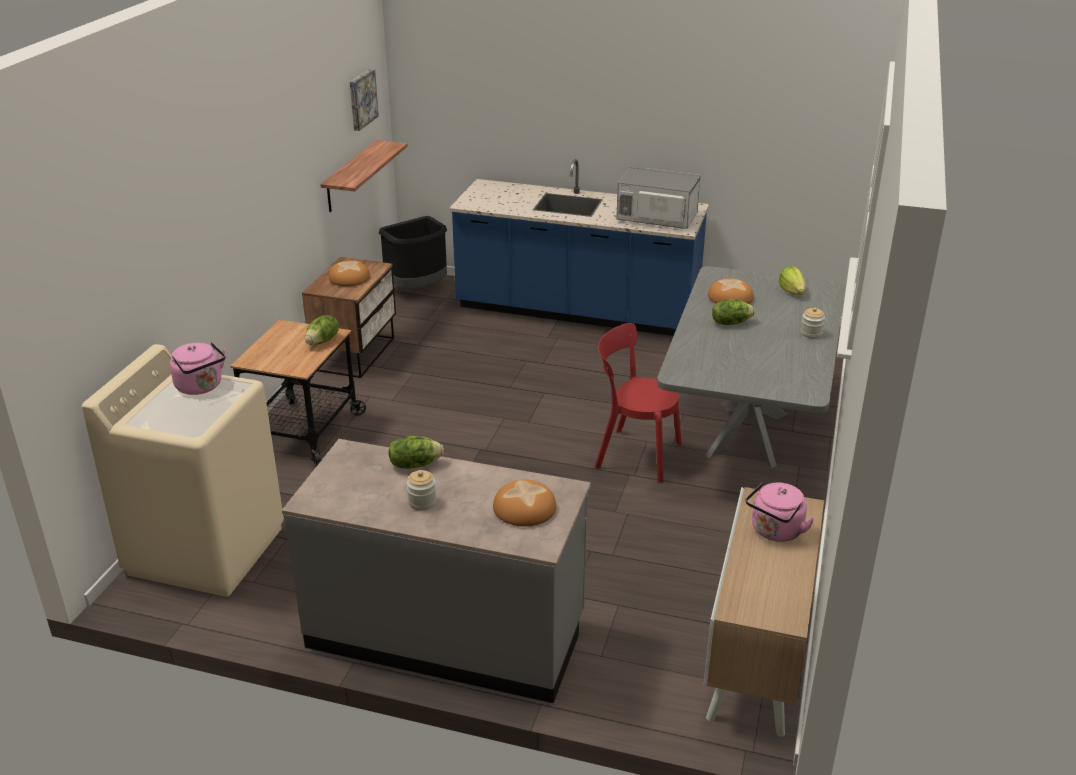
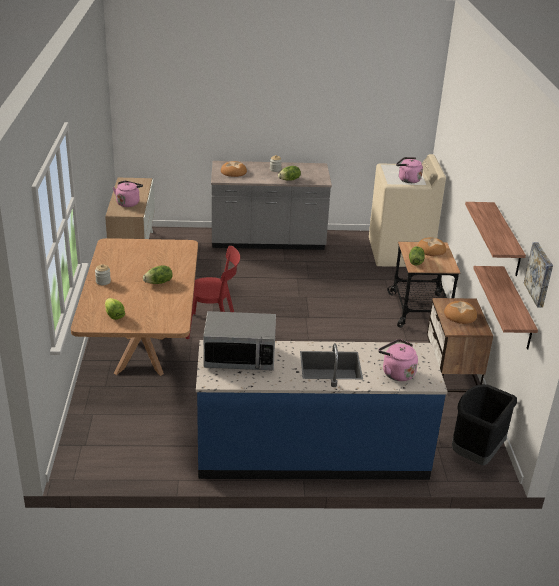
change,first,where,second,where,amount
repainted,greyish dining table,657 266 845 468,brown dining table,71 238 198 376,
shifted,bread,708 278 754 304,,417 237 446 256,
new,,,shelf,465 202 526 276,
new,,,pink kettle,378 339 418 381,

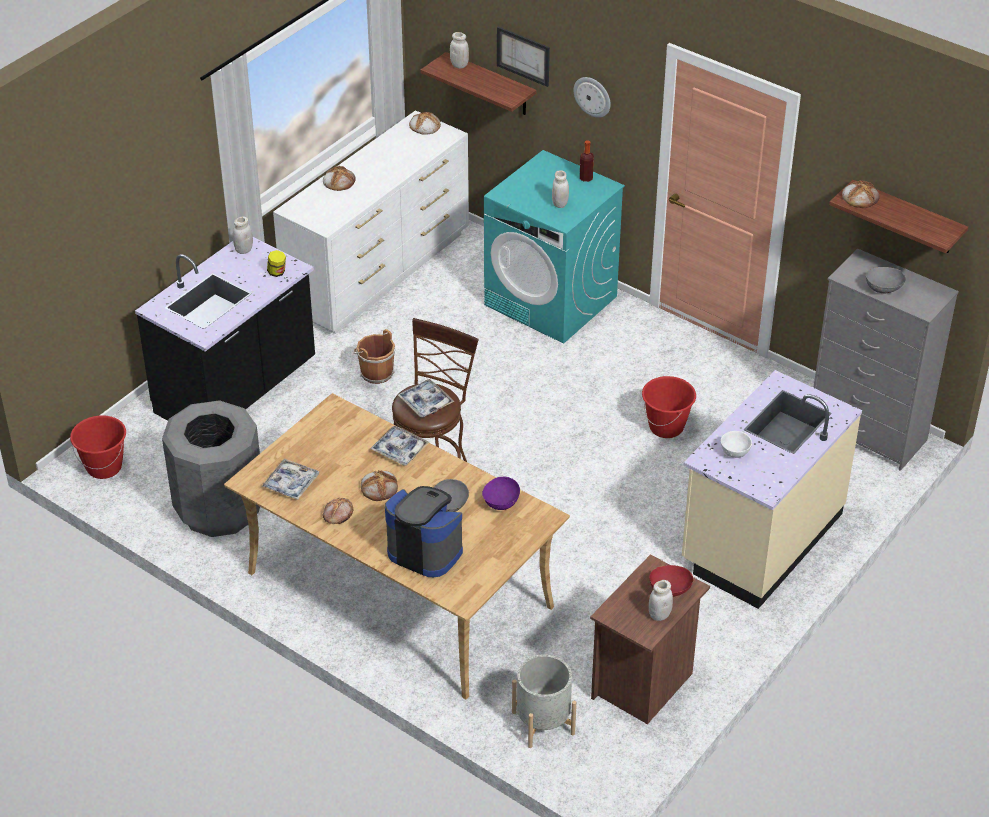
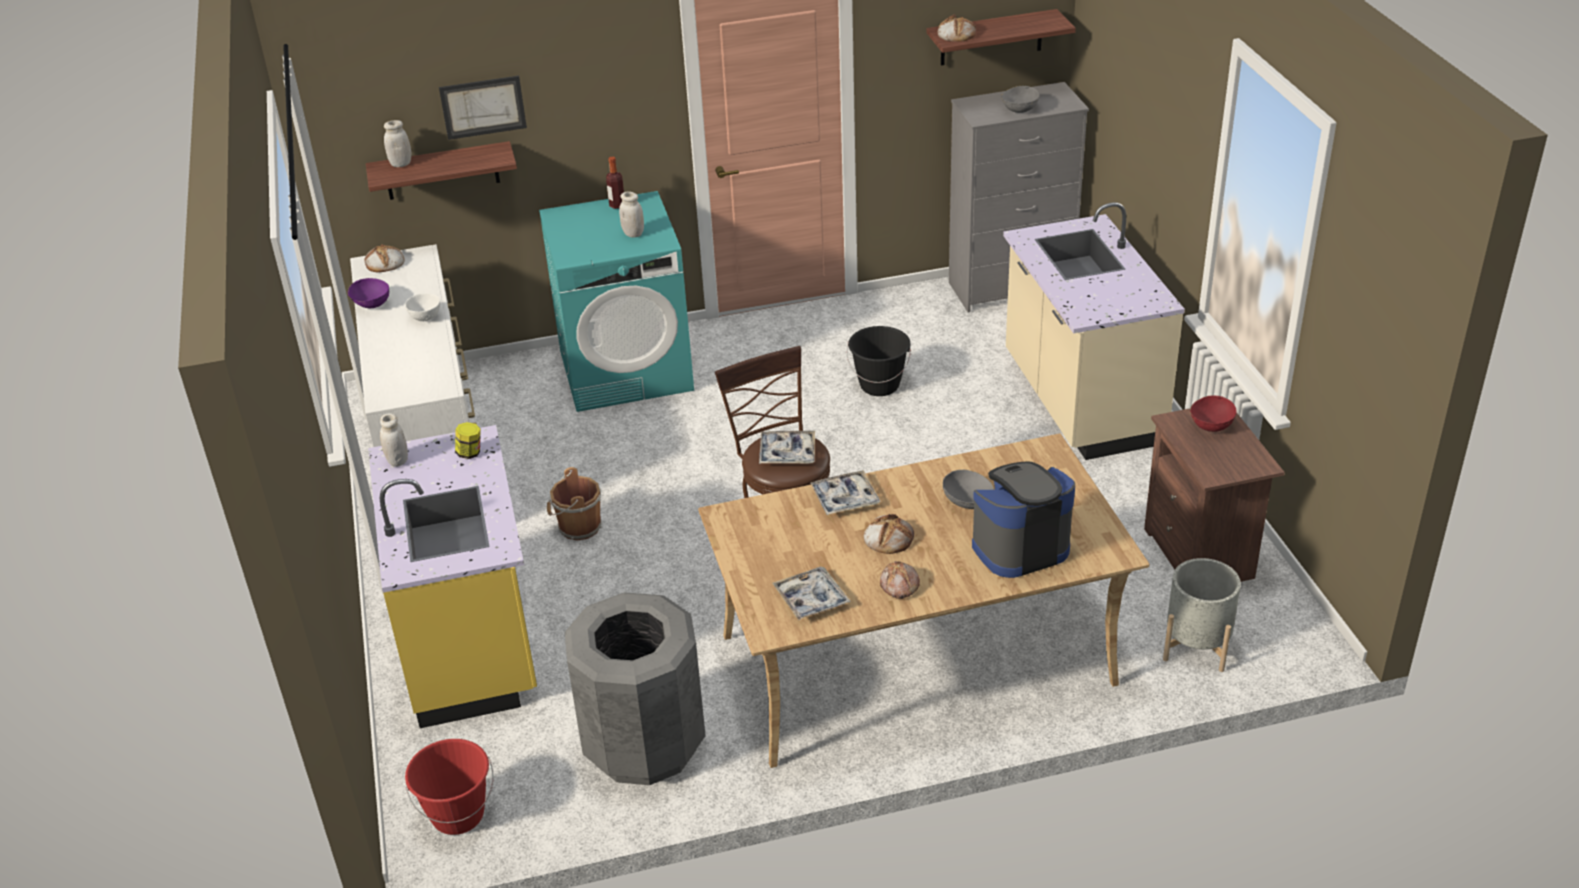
change,first,where,second,where,amount
gone,clock on the wall,574 77 610 118,,,
gone,bread,323 166 356 191,,,
repainted,black kitchen base unit,135 237 315 421,yellow kitchen base unit,368 425 537 728,
repainted,reddish water bucket,642 376 696 438,black water bucket,847 326 911 396,
shifted,white-coloured serving bowl,721 431 752 458,,405 293 440 321,
shifted,purple serving bowl,482 477 520 510,,348 278 389 308,
gone,white-coloured storage jar,649 580 673 621,,,

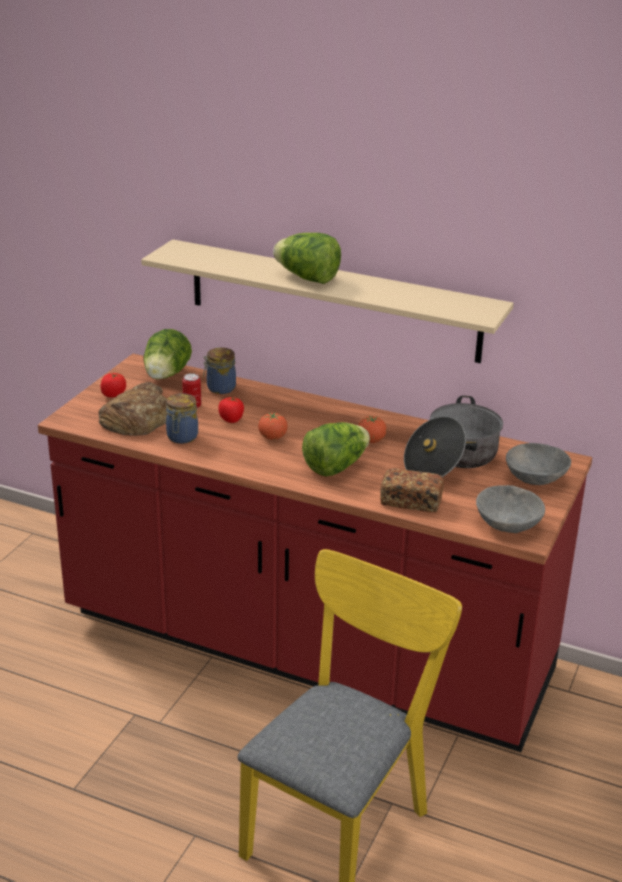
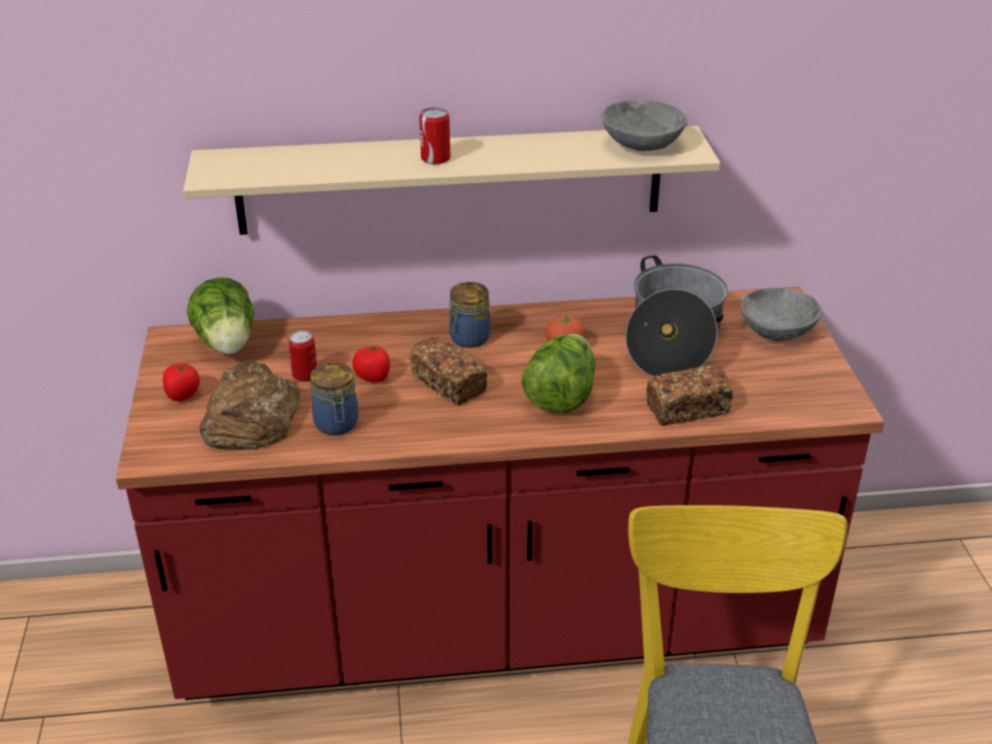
change,first,where,second,where,amount
swapped,lettuce head,273 233 341 284,metal can,419 107 450 164,
shifted,storage jar,203 347 236 394,,449 282 491 348,
swapped,fresh tomato,258 413 288 440,bread,409 337 487 405,
shifted,greyish serving bowl,476 485 545 533,,602 100 687 151,

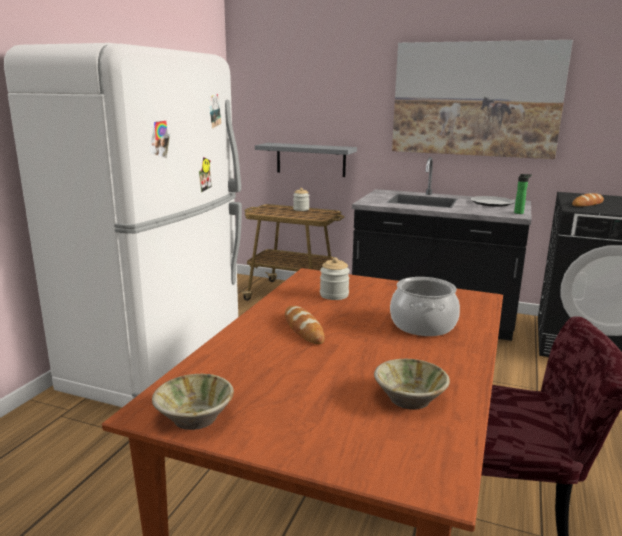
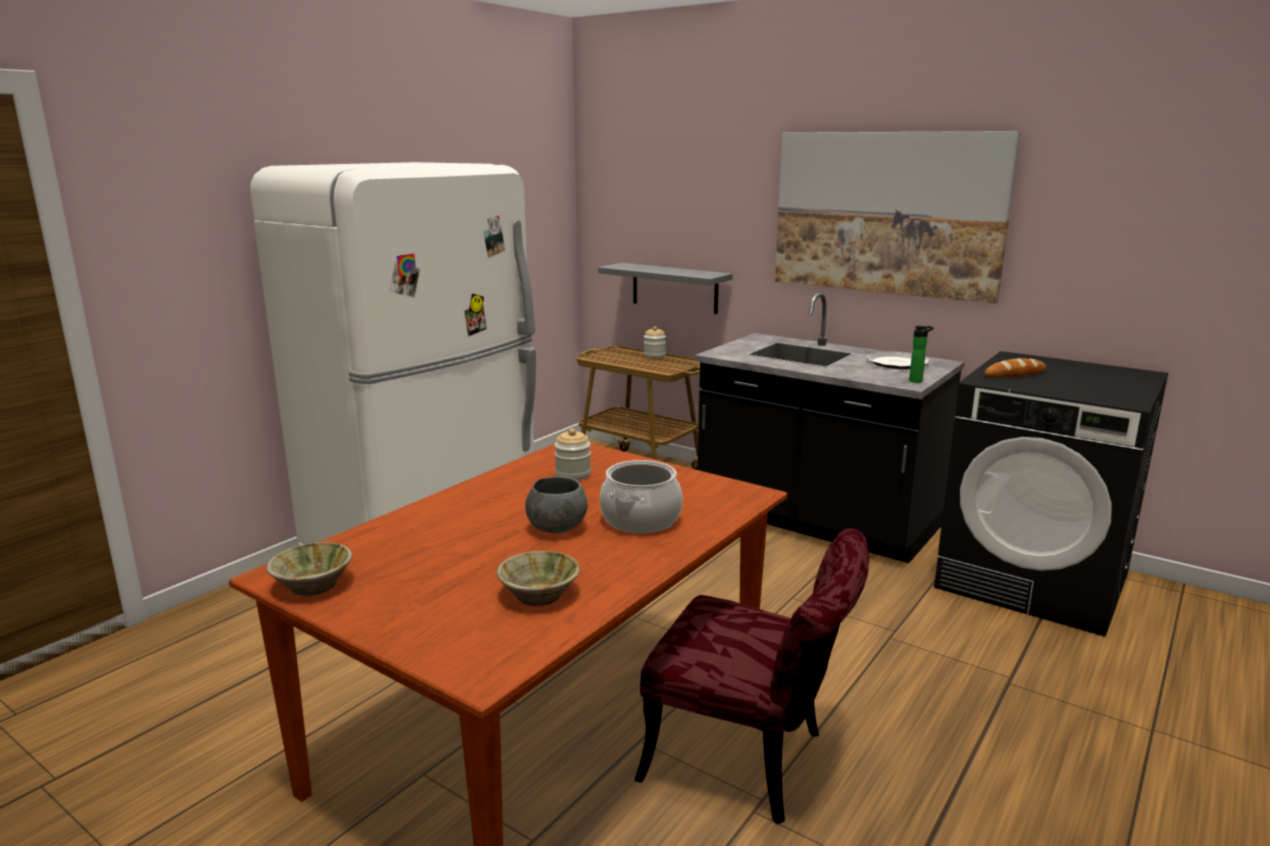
change,first,where,second,where,amount
gone,bread,285 306 325 344,,,
new,,,greyish serving bowl,525 476 588 533,

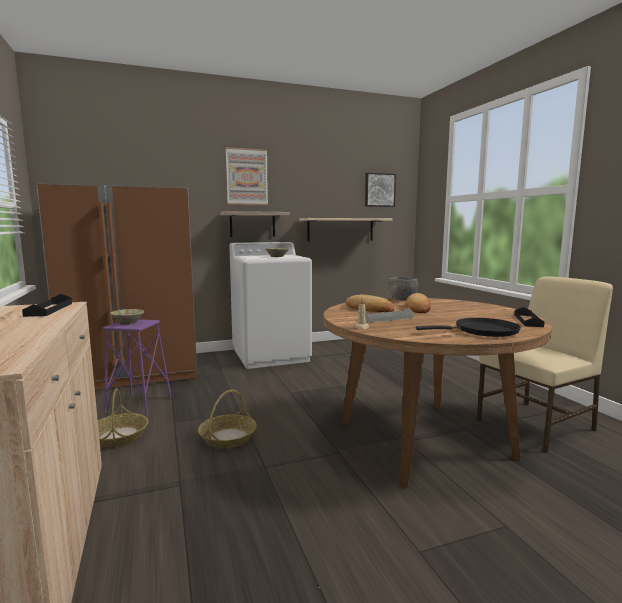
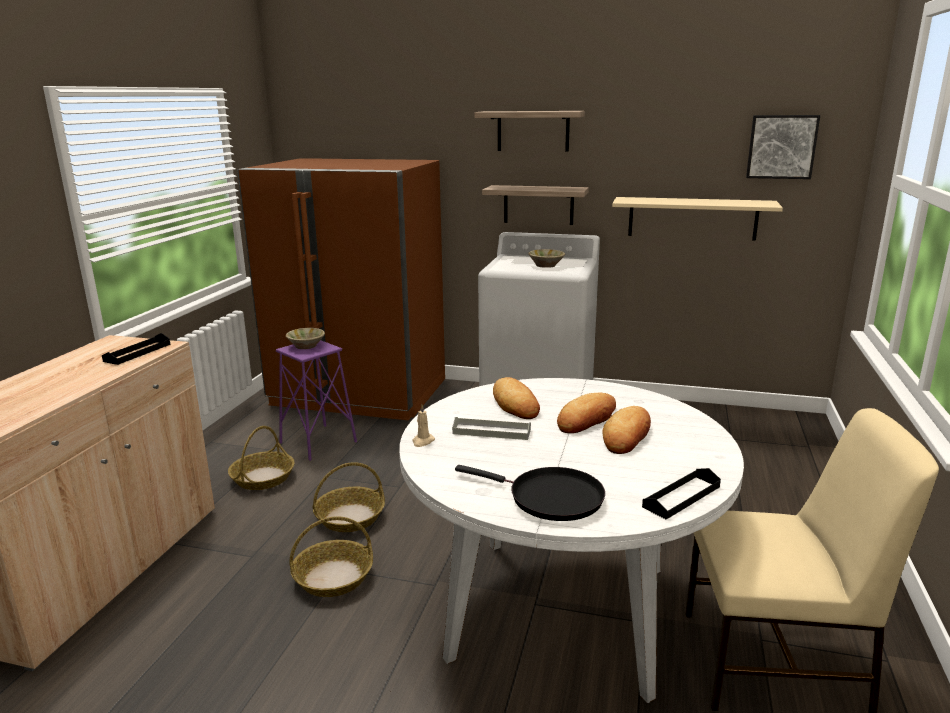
change,first,where,second,where,amount
swapped,wall picture,226 147 268 205,shelf,474 111 585 152,
gone,greyish serving bowl,388 277 418 300,,,
repainted,brown dining table,323 298 552 488,white-coloured dining table,399 378 744 703,
new,,,bread,602 406 651 454,
new,,,household basket,290 516 373 597,

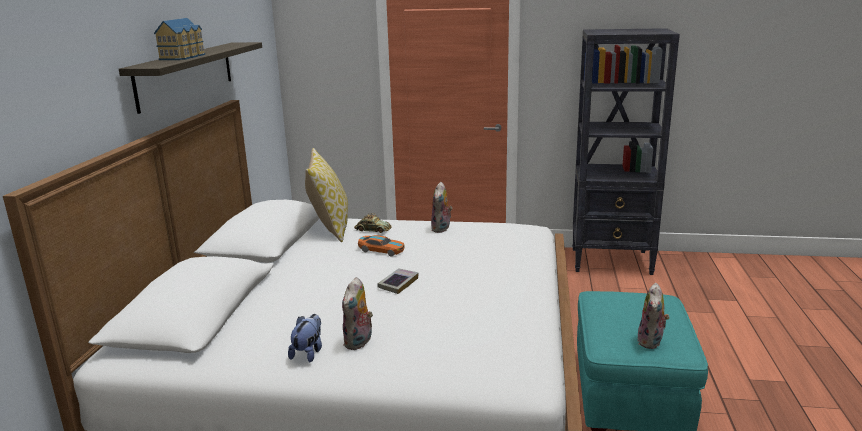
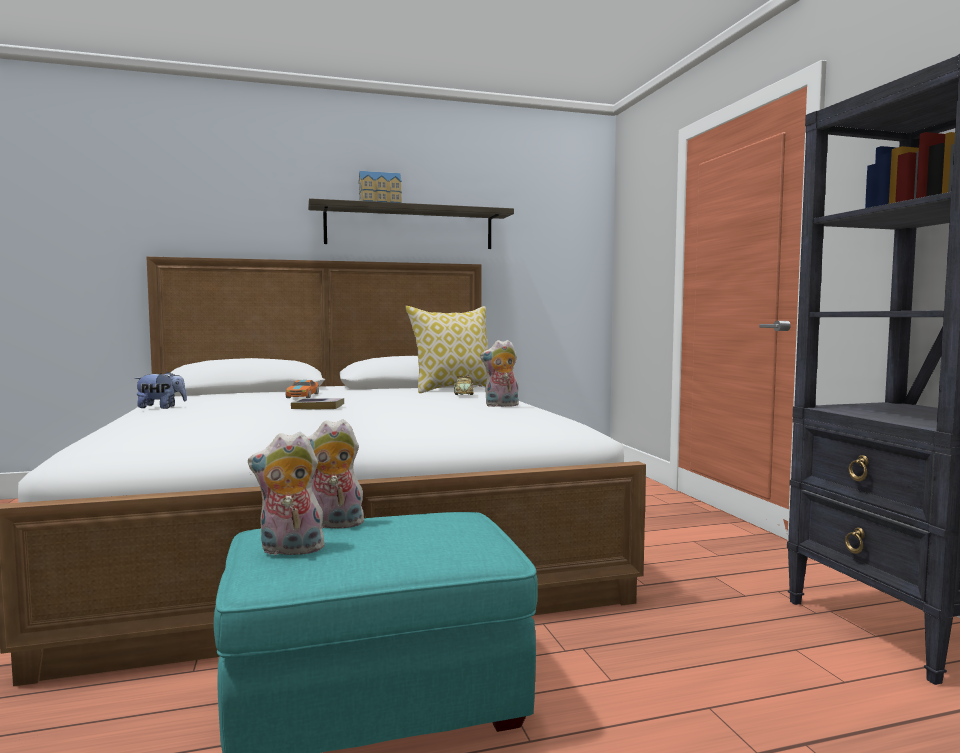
change,first,where,second,where,amount
shifted,miniature car,358 235 405 257,,286 380 319 398,
shifted,soft toy,342 277 373 350,,307 419 364 529,

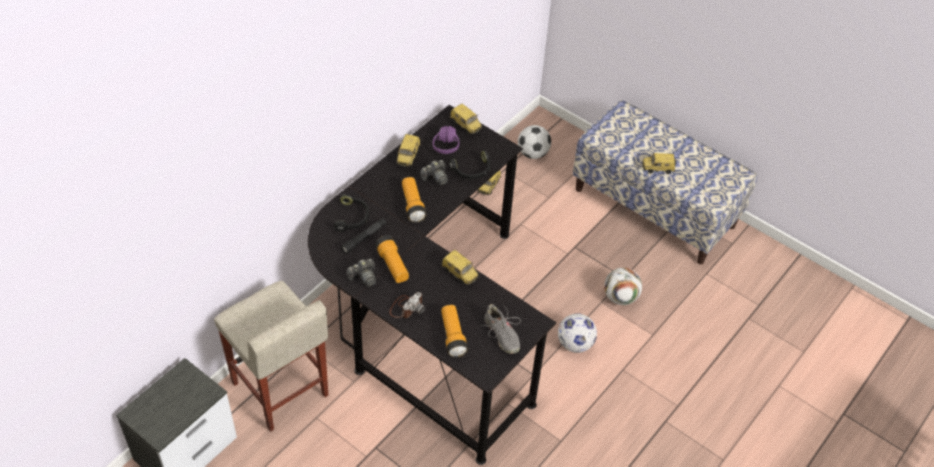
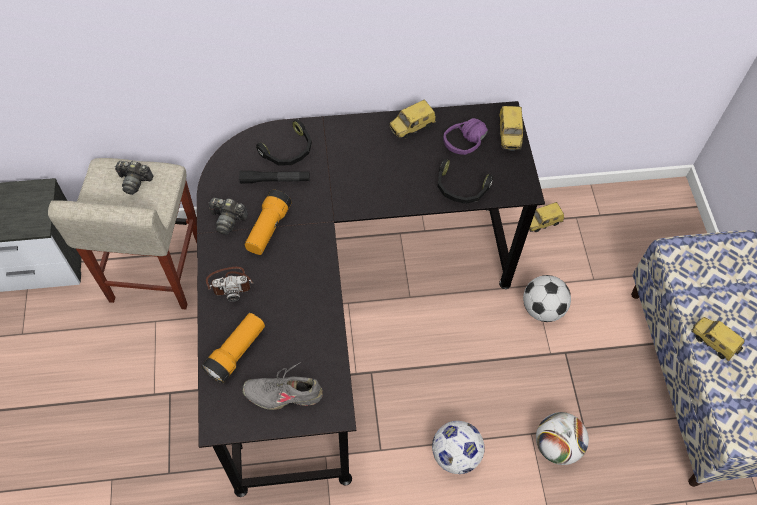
change,first,where,second,where,amount
shifted,football,518 125 551 159,,523 275 571 322,
shifted,photo camera,420 160 448 186,,115 161 153 195,
gone,hand torch,402 177 427 223,,,
gone,miniature car,441 250 479 285,,,
rotated,greyish low shoe,480 304 521 354,,242 362 323 410,75 degrees clockwise

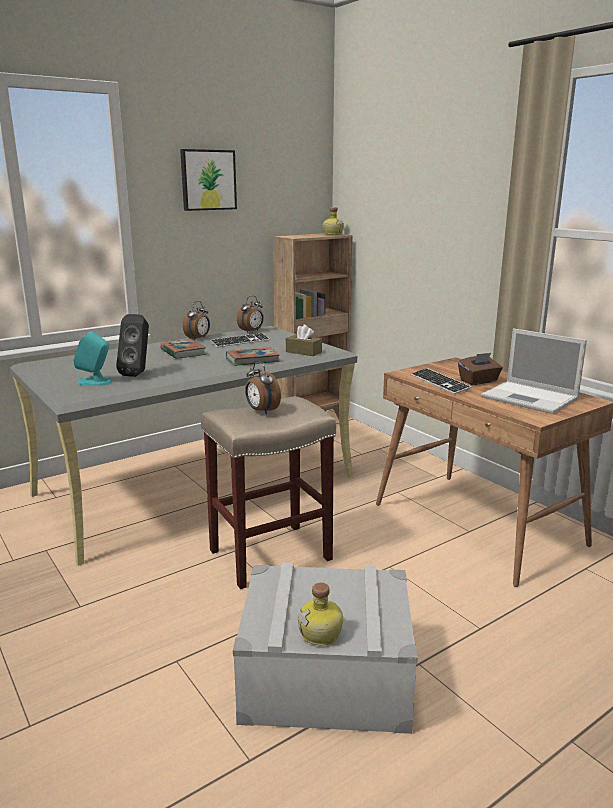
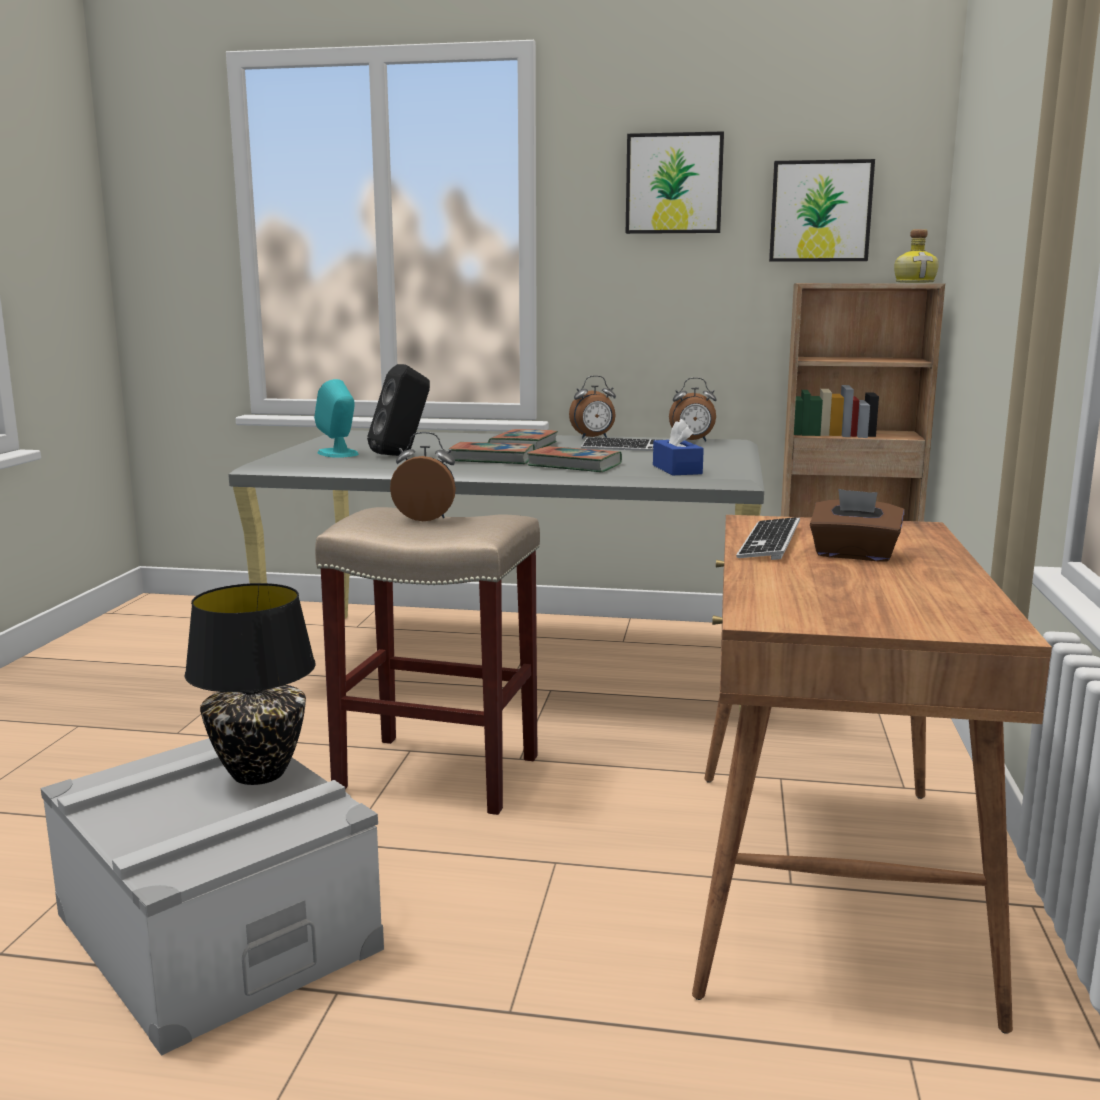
change,first,where,second,where,amount
repainted,brown tissue box,286 324 322 356,blue tissue box,653 419 704 475,
gone,portable computer,481 328 587 414,,,
rotated,table clock,245 361 281 414,,390 432 456 521,90 degrees clockwise
gone,bottle,297 583 343 645,,,
new,,,wall picture,769 159 875 262,
new,,,bound book,449 442 535 464,
new,,,black table lamp,184 583 316 785,

